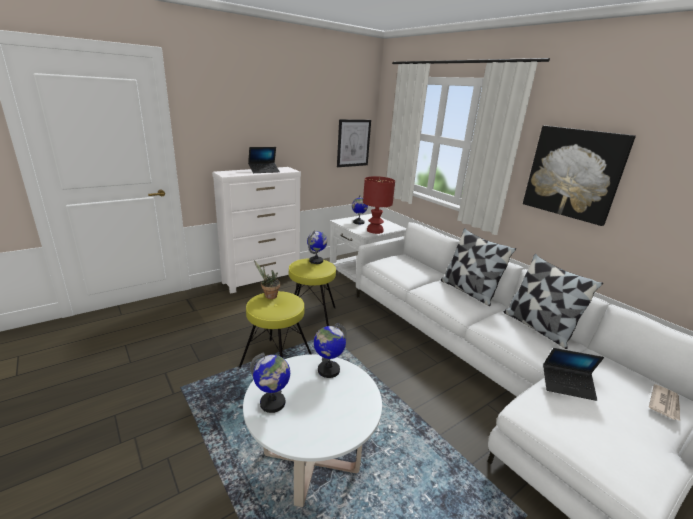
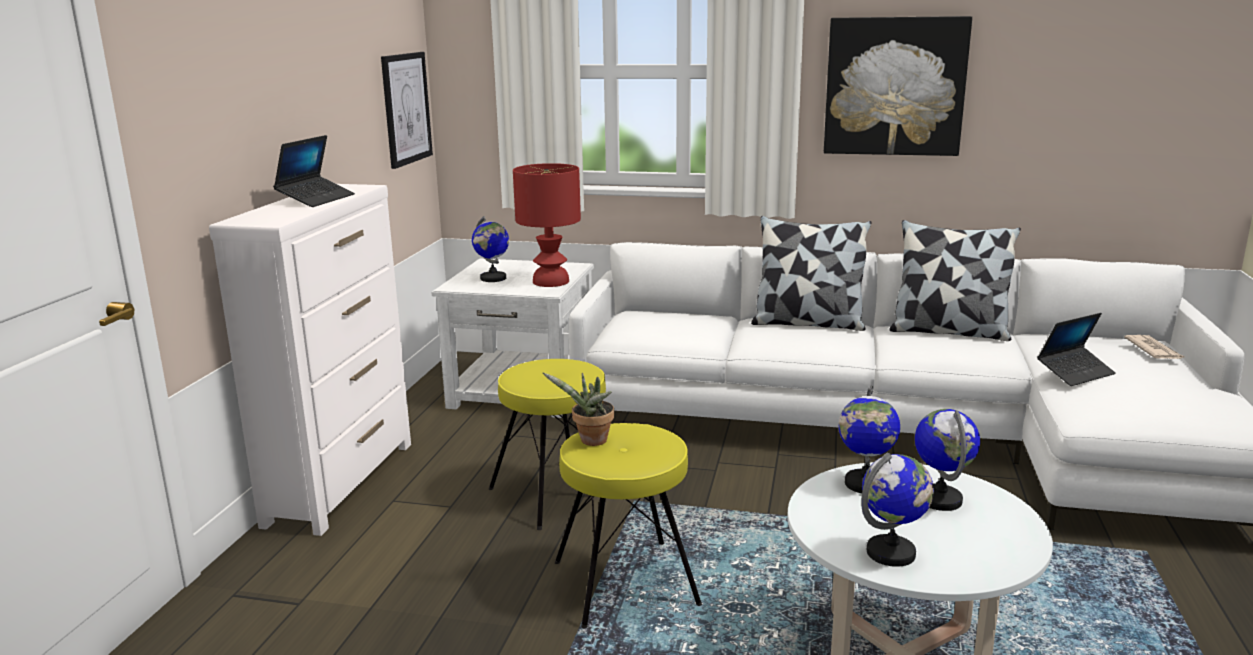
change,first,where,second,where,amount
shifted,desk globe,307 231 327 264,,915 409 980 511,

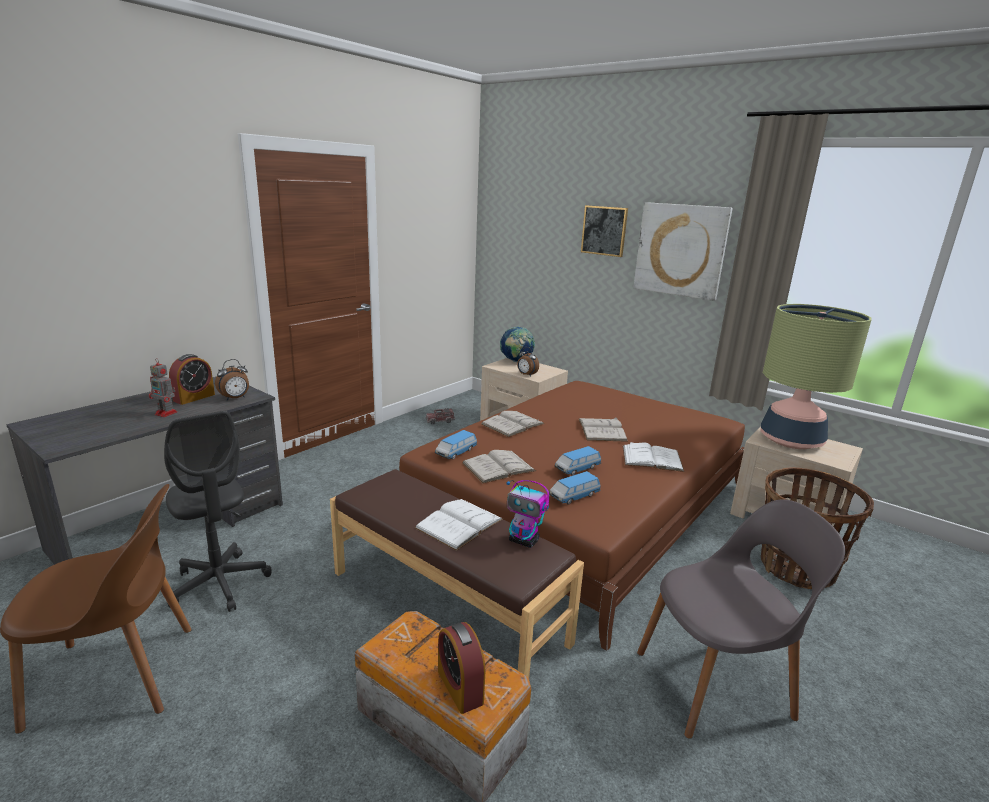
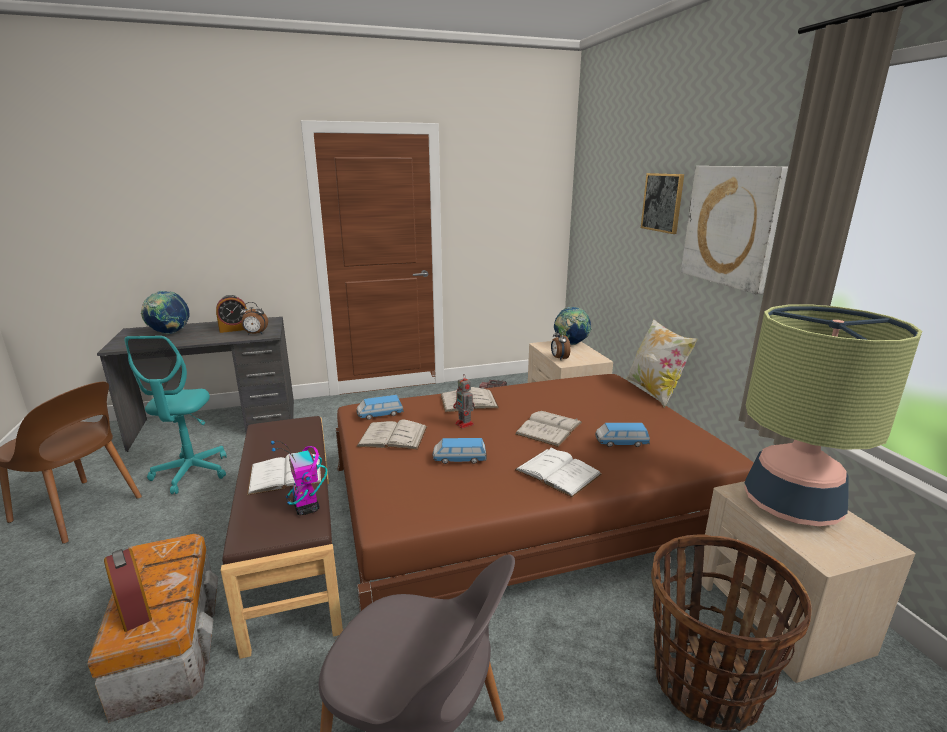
change,first,where,second,where,amount
shifted,toy robot,149 358 178 417,,453 374 475 429,
repainted,greyish computer chair,164 411 272 612,blue-green computer chair,124 336 227 494,
shifted,miniature car,549 471 601 504,,595 423 650 447,
rotated,table clock,438 622 485 714,,104 548 152 632,135 degrees clockwise
new,,,desk globe,141 291 190 334,
new,,,cushion,627 319 698 408,

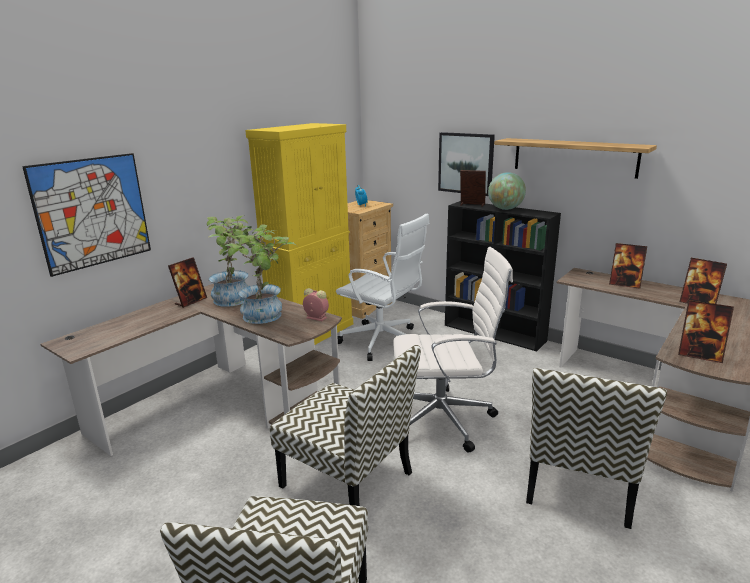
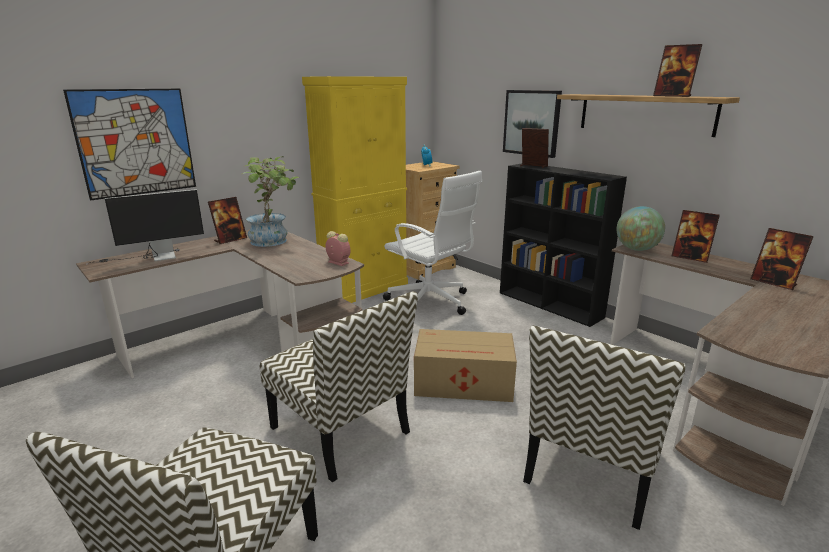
change,first,where,second,where,amount
shifted,desk globe,488 172 526 210,,617 206 665 251,
gone,potted plant,225 225 297 324,,,
swapped,white-coloured computer chair,393 247 513 453,carton,414 329 517 402,
shifted,standing frame,678 300 734 363,,653 44 702 97,
new,,,computer display,87 189 204 264,

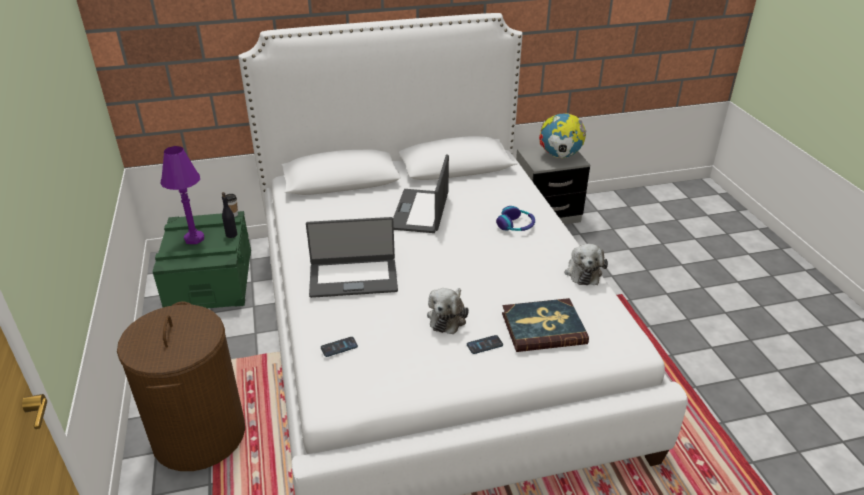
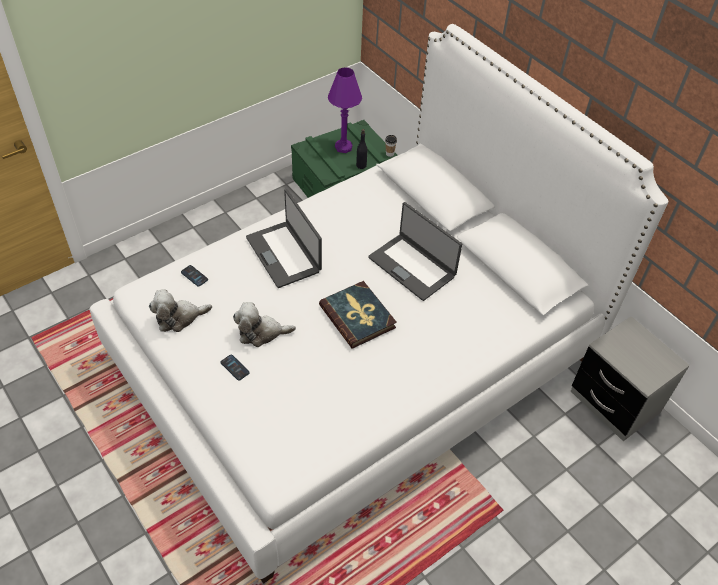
change,first,where,second,where,amount
gone,desk globe,539 113 586 158,,,
rotated,portable computer,393 154 449 233,,368 202 462 301,120 degrees counterclockwise
gone,headphones,496 206 535 231,,,
shifted,soft toy,564 244 608 285,,149 289 212 332,
shifted,bound book,502 298 589 352,,319 281 397 349,
gone,brown washing basket,117 302 245 471,,,

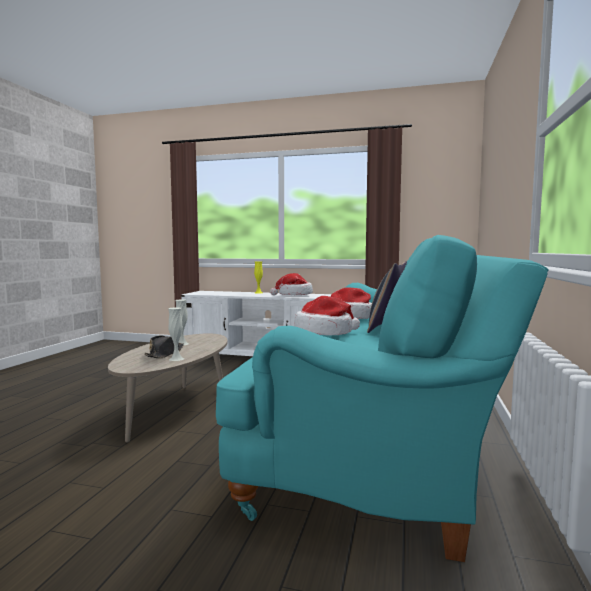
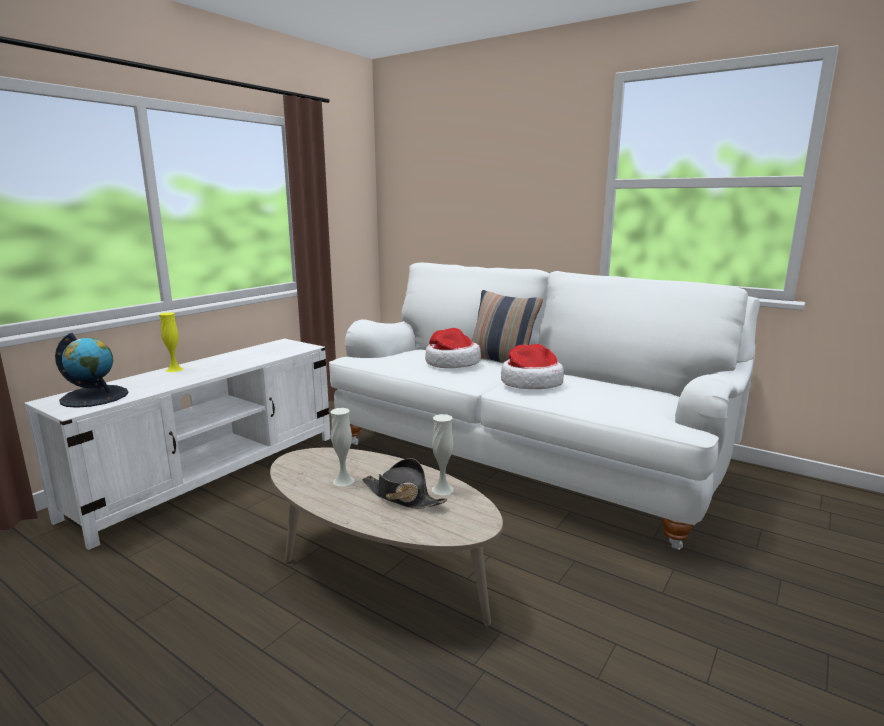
change,first,where,second,where,amount
repainted,blue-green sofa,216 235 549 562,white-coloured sofa,329 263 760 550,
gone,hat,270 273 313 295,,,
new,,,desk globe,55 333 128 408,

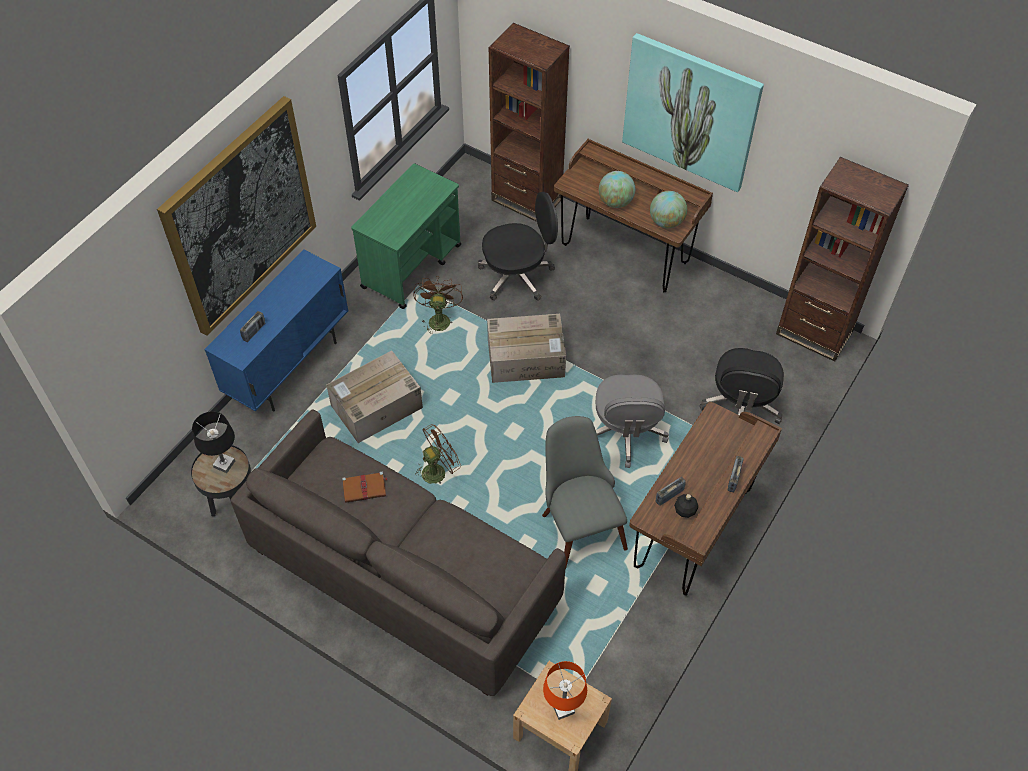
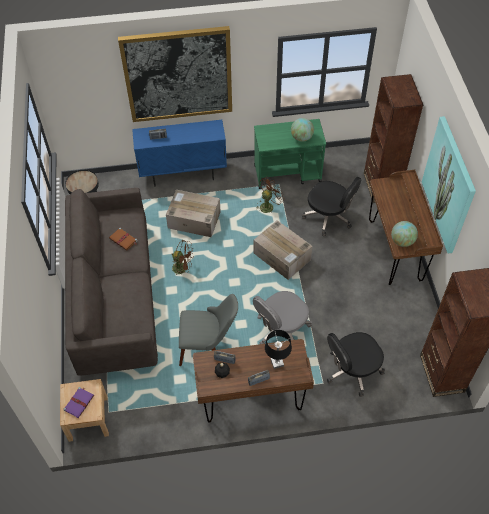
change,first,where,second,where,amount
shifted,desk globe,599 171 635 208,,291 118 314 142,
shifted,black table lamp,192 411 235 473,,265 330 292 369,
rotated,greyish plain chair,542 416 628 570,,179 294 238 366,60 degrees clockwise
swapped,orange table lamp,543 661 587 720,purple bound book,63 387 94 418,

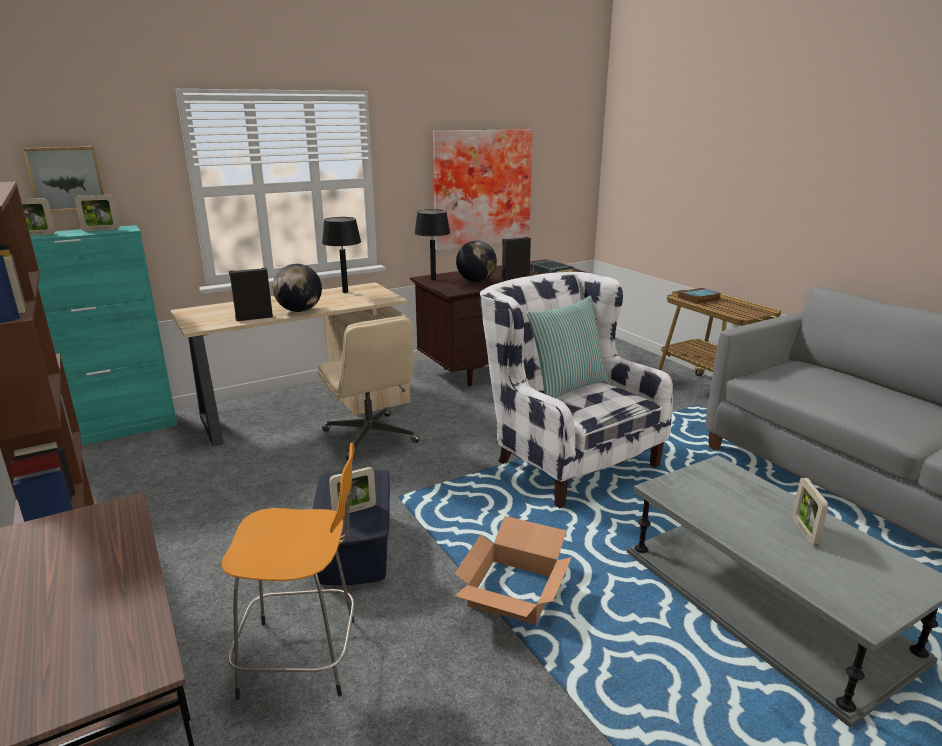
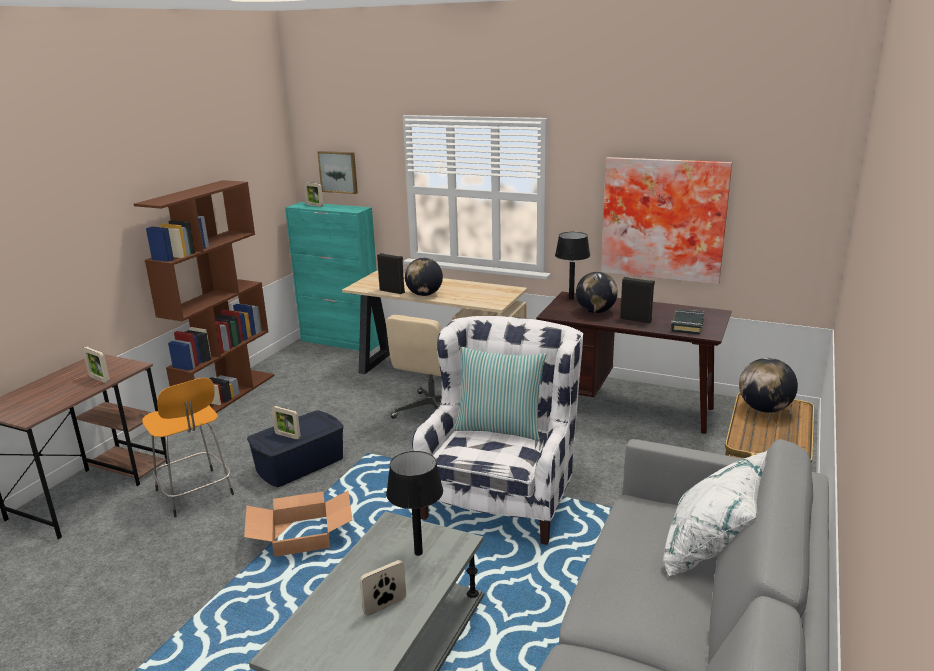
change,first,where,second,where,amount
shifted,standing frame,75 194 119 231,,82 346 110 383,
shifted,black table lamp,322 217 361 293,,386 451 443 556,
swapped,bound book,678 288 720 304,desk globe,739 358 798 413,
new,,,white-coloured cushion,663 451 767 577,

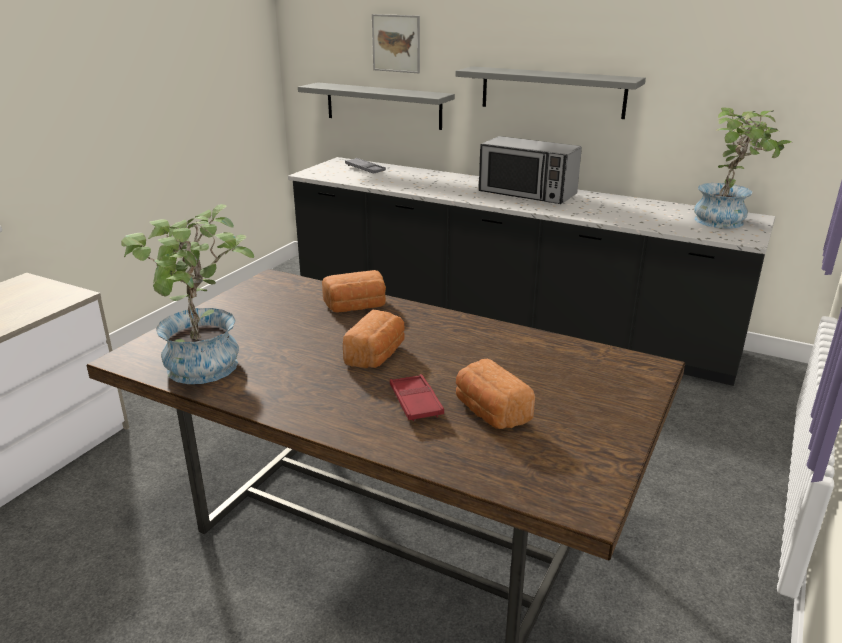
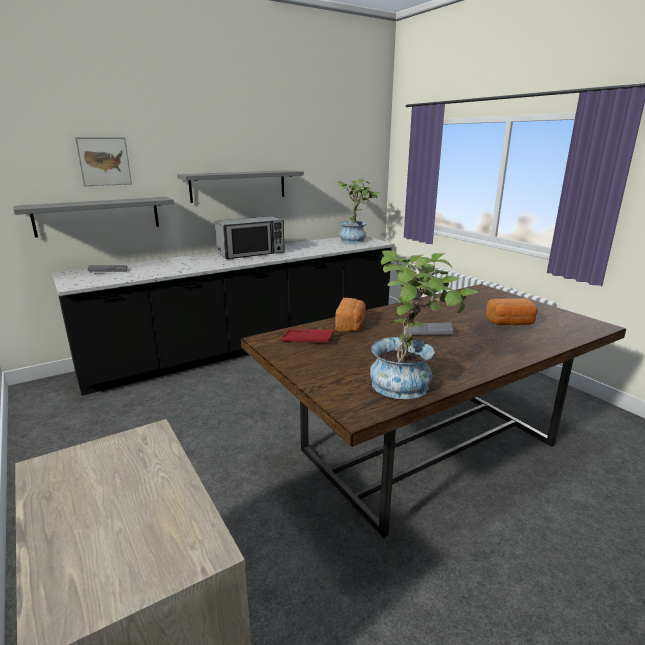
change,first,where,second,where,amount
swapped,bread,343 310 405 368,greyish carrying tray,403 322 454 335,
shifted,reddish carrying tray,390 374 444 421,,281 329 334 343,

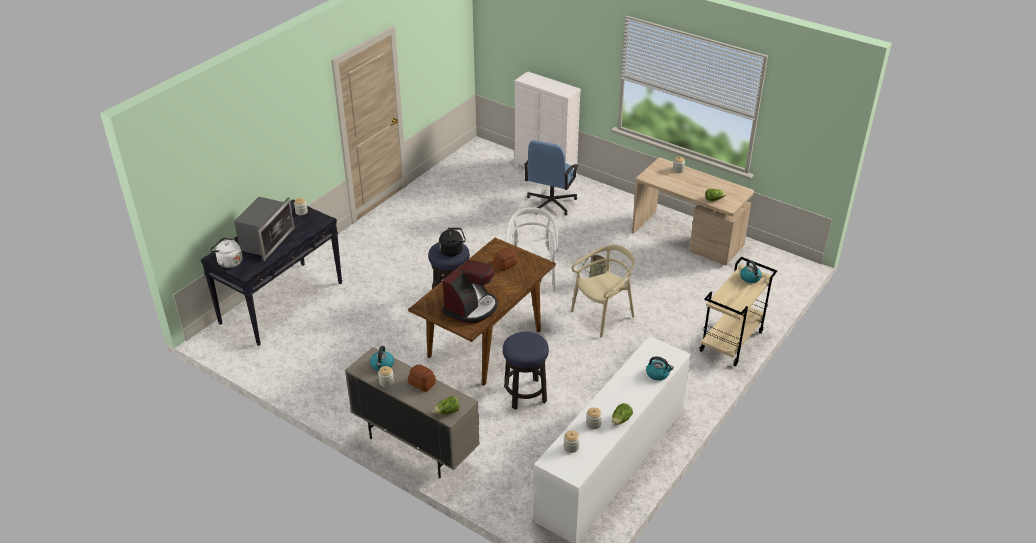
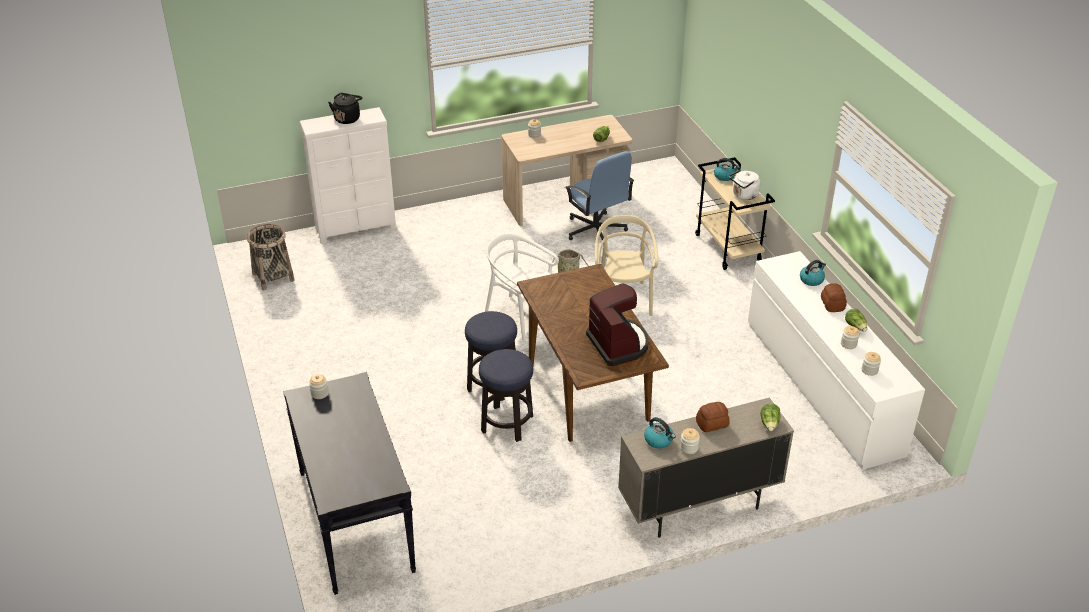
change,first,where,second,where,amount
shifted,blue computer chair,524 140 578 216,,565 151 634 246,
gone,microwave,234 197 295 261,,,
shifted,black kettle,439 228 466 256,,328 93 362 124,
shifted,white-coloured kettle,210 237 243 268,,729 169 760 200,
shifted,bread,493 248 517 271,,821 283 847 312,
shifted,sitting stool,503 332 549 409,,479 349 533 442,
new,,,household basket,247 224 294 290,

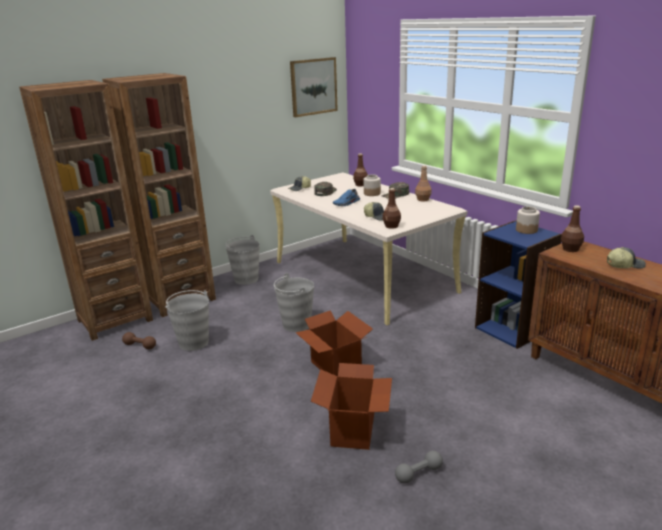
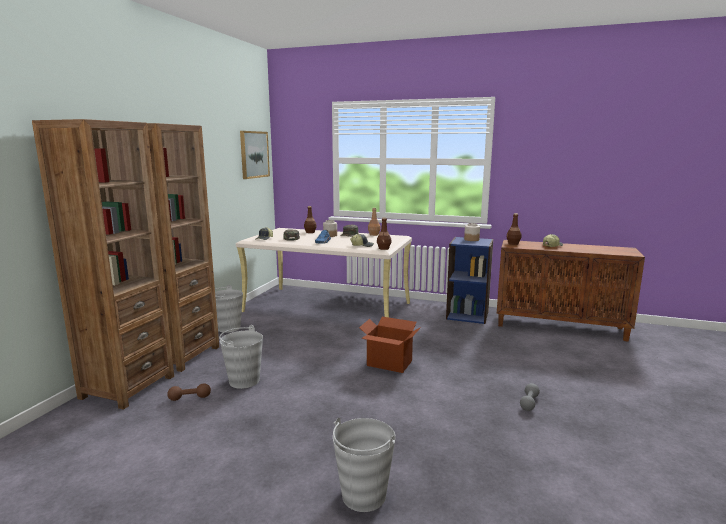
change,first,where,second,where,amount
shifted,greyish water bucket,274 273 314 332,,333 418 396 512,
gone,carton,311 363 392 450,,,

